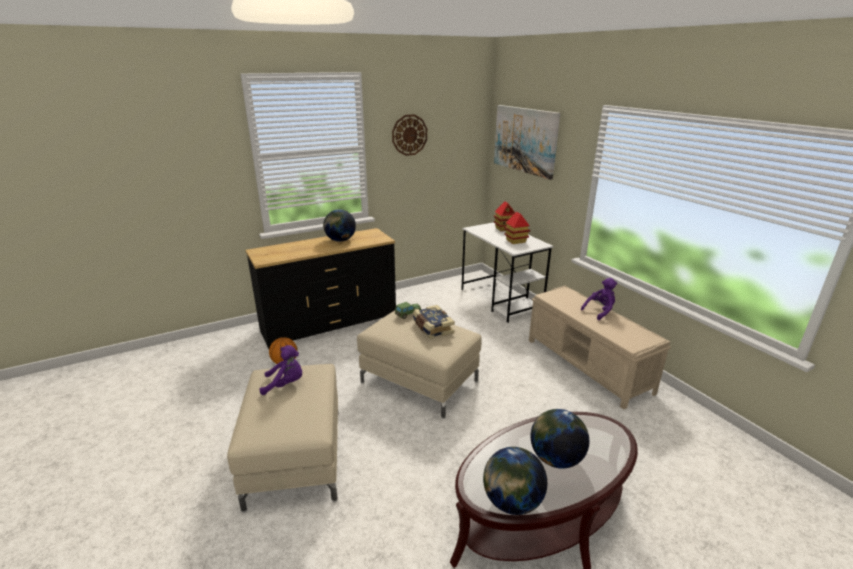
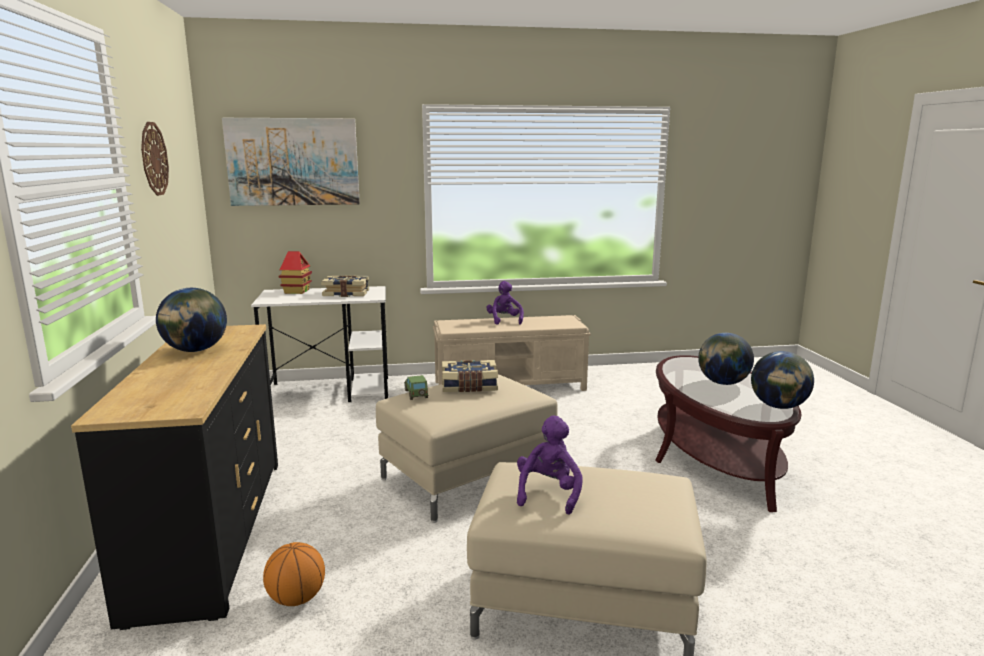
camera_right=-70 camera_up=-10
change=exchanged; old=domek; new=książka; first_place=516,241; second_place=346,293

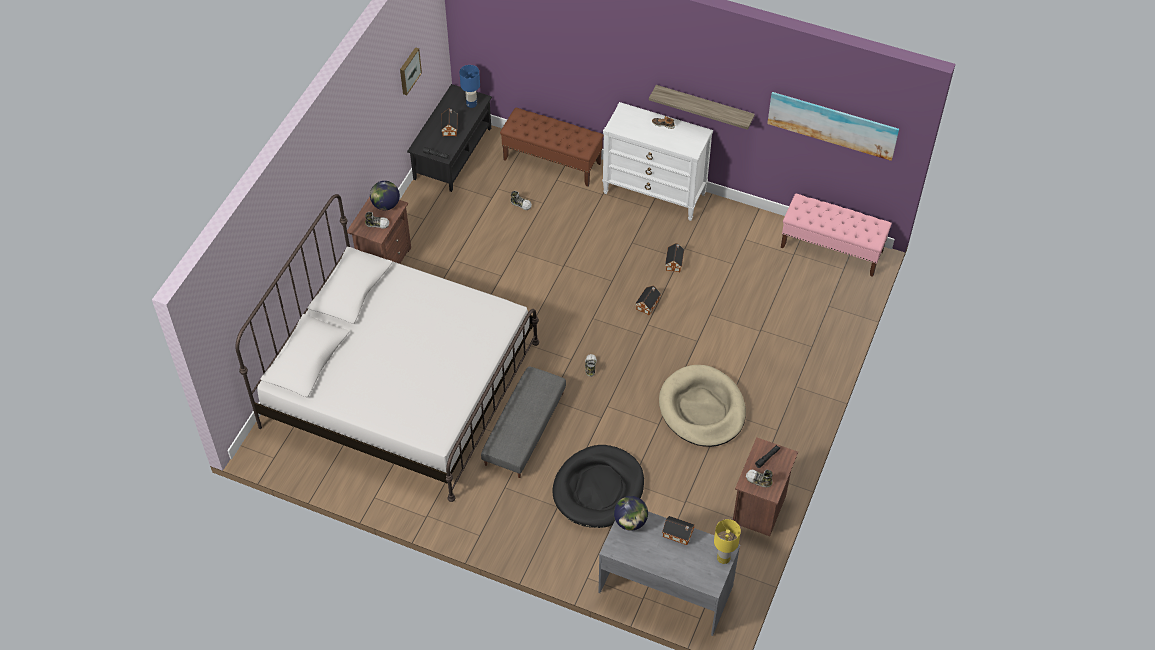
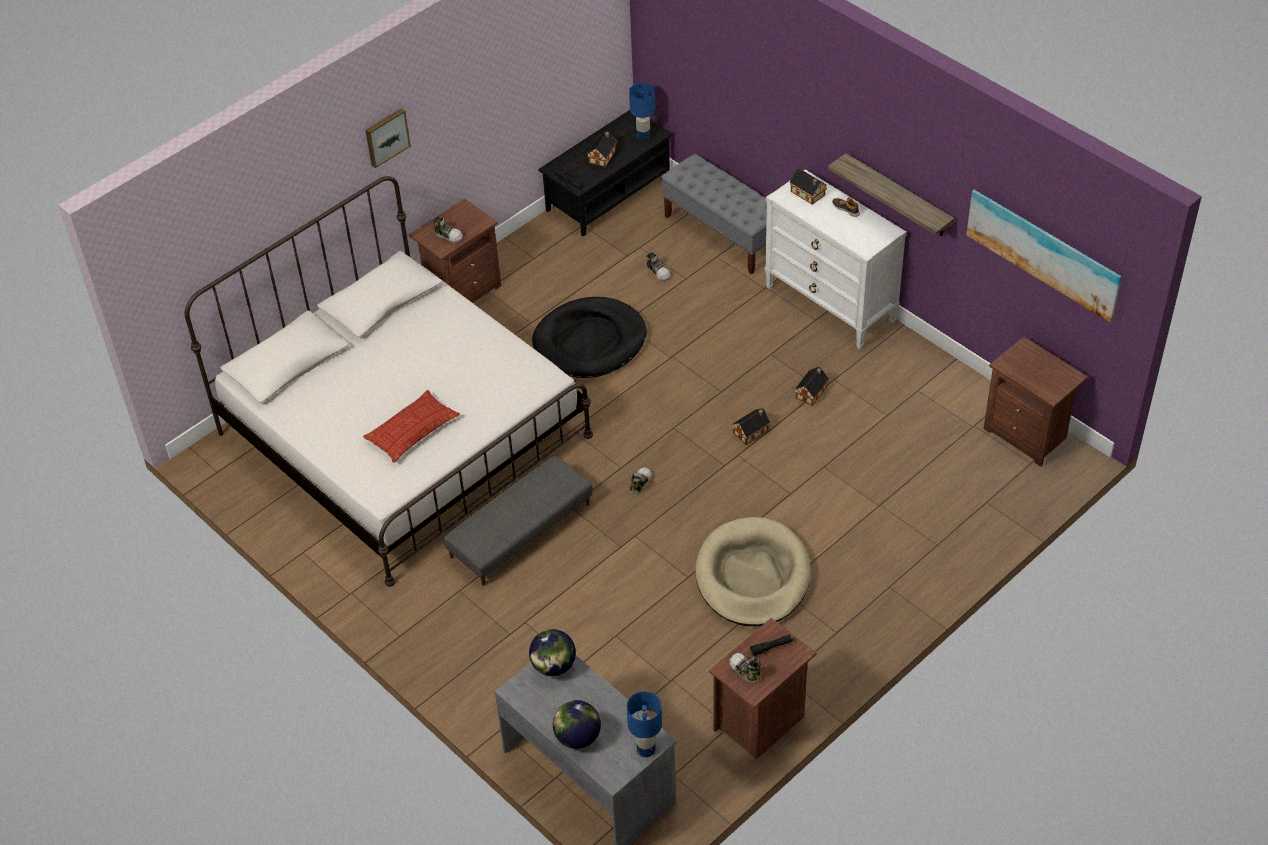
camera_right=25 camera_up=-5
change=relocated; old=obraz; first_place=409,70; second_place=386,136
change=colour; old=ławka (brązowy); new=ławka (szary); first_place=552,161; second_place=723,234
change=relocated; old=globus; first_place=385,205; second_place=577,737
change=exchanged; old=ławka (różowy); new=szafka nocna (brązowy); first_place=832,249; second_place=1027,434
change=relocated; old=legowisko (czarny); first_place=598,489; second_place=590,342
change=relocated; old=domek; first_place=678,534; second_place=808,194
change=colour; old=lampa stołowa (żółty); new=lampa stołowa (niebieski); first_place=723,557; second_place=646,749
change=appeared; new=poduszka; second_place=412,430

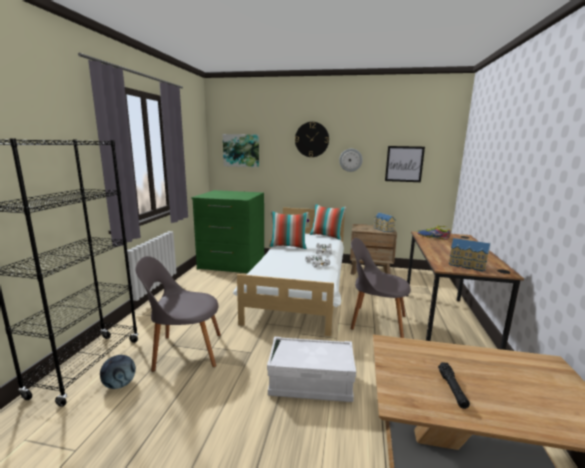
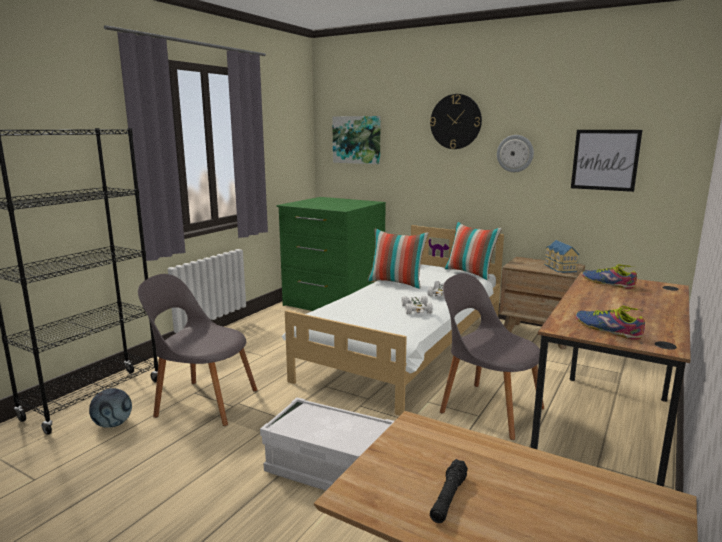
camera_right=20 camera_up=0
change=exchanged; old=domek; new=but; first_place=467,265; second_place=607,329

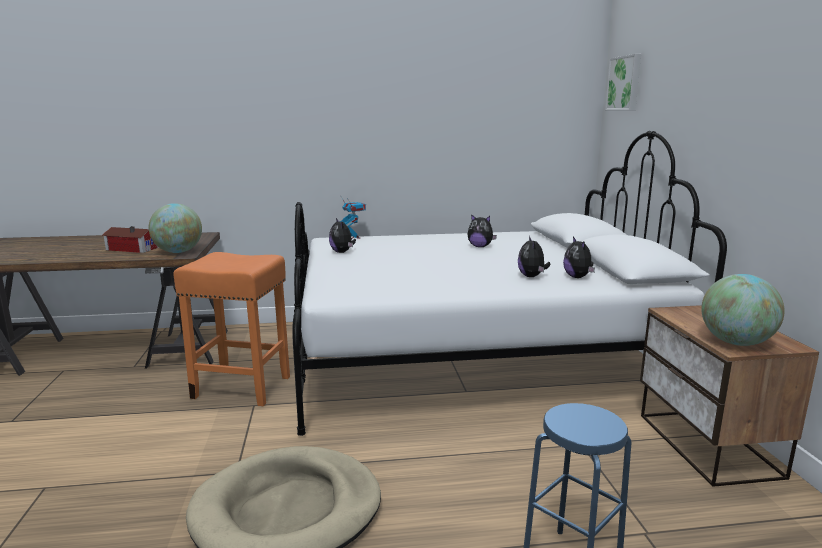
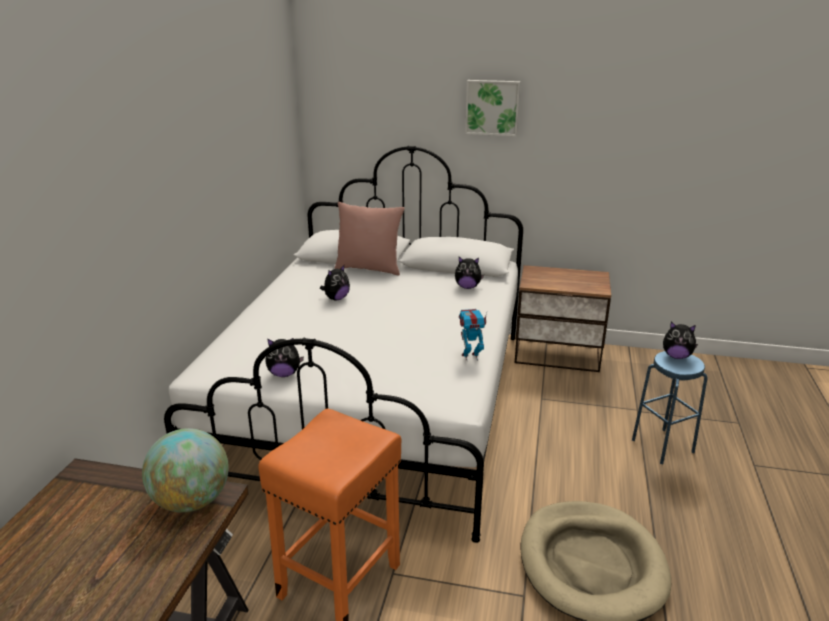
camera_right=-70 camera_up=10
change=relocated; old=obraz; first_place=625,83; second_place=492,107
change=relocated; old=robot zabawkowy; first_place=353,237; second_place=470,357
change=missing; old=domek; first_place=133,248
change=relocated; old=pluszak; first_place=532,276; second_place=676,356
change=missing; old=globus; first_place=736,342
change=appeared; new=poduszka (różowy); second_place=369,268

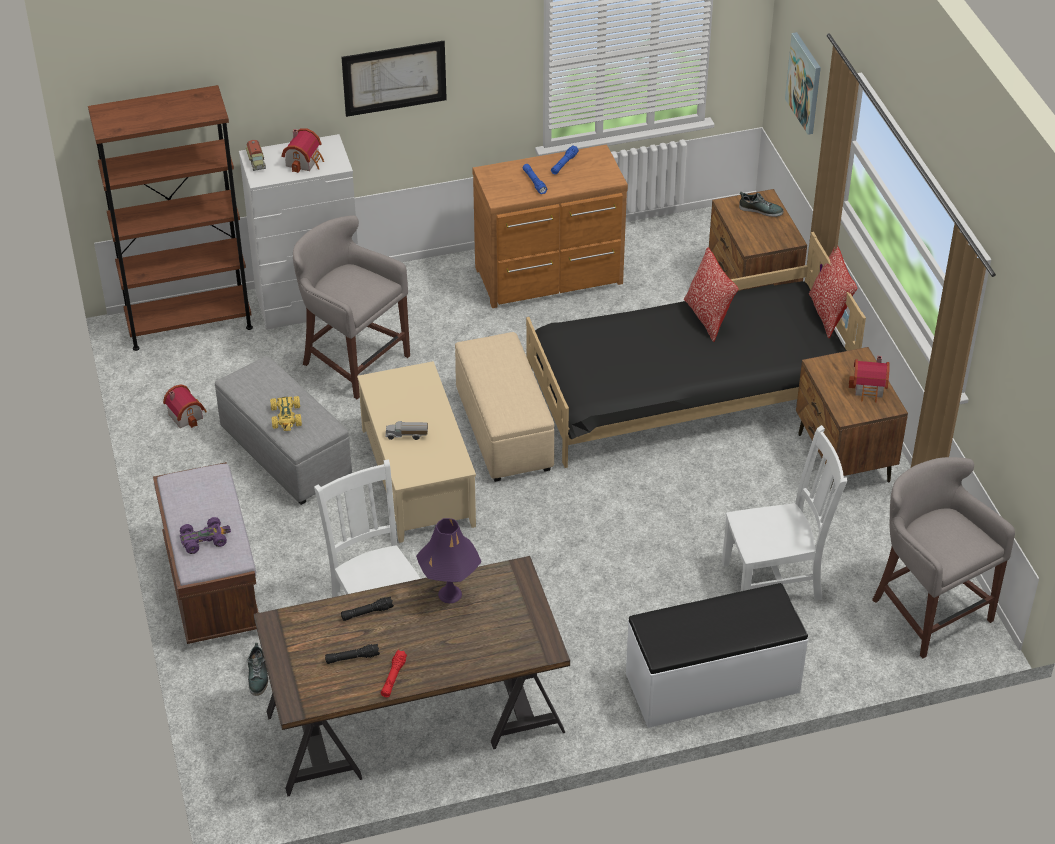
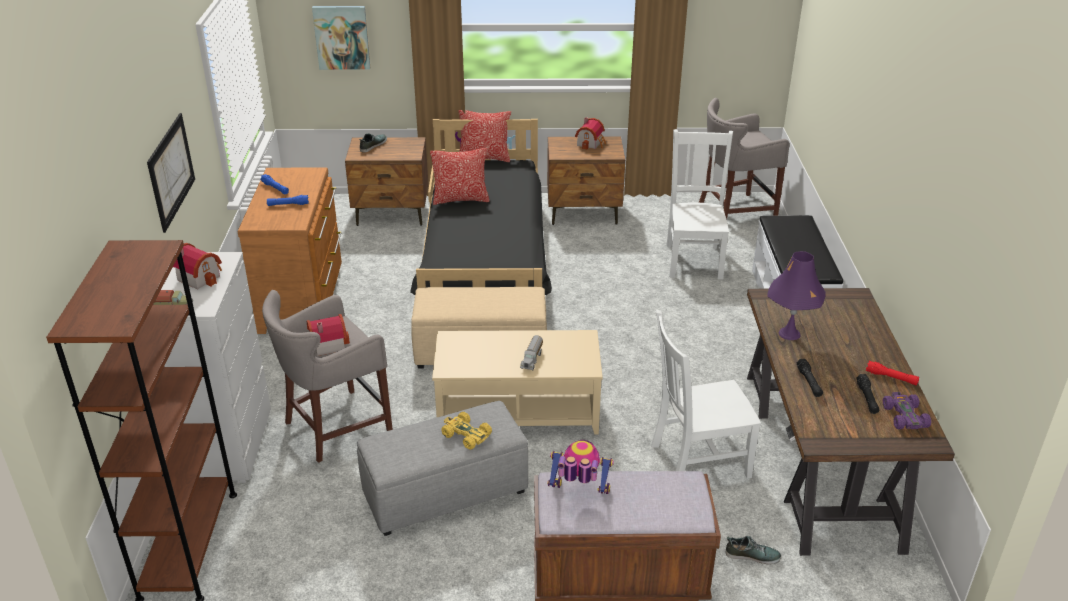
camera_right=-75 camera_up=-10
change=relocated; old=domek; first_place=187,414; second_place=327,344
change=spun; old=samochodzik (żółty); first_place=286,417; second_place=465,435; degrees=-150
change=relocated; old=samochodzik (fioletowy); first_place=204,539; second_place=904,416
change=appeared; new=robot zabawkowy; second_place=579,494

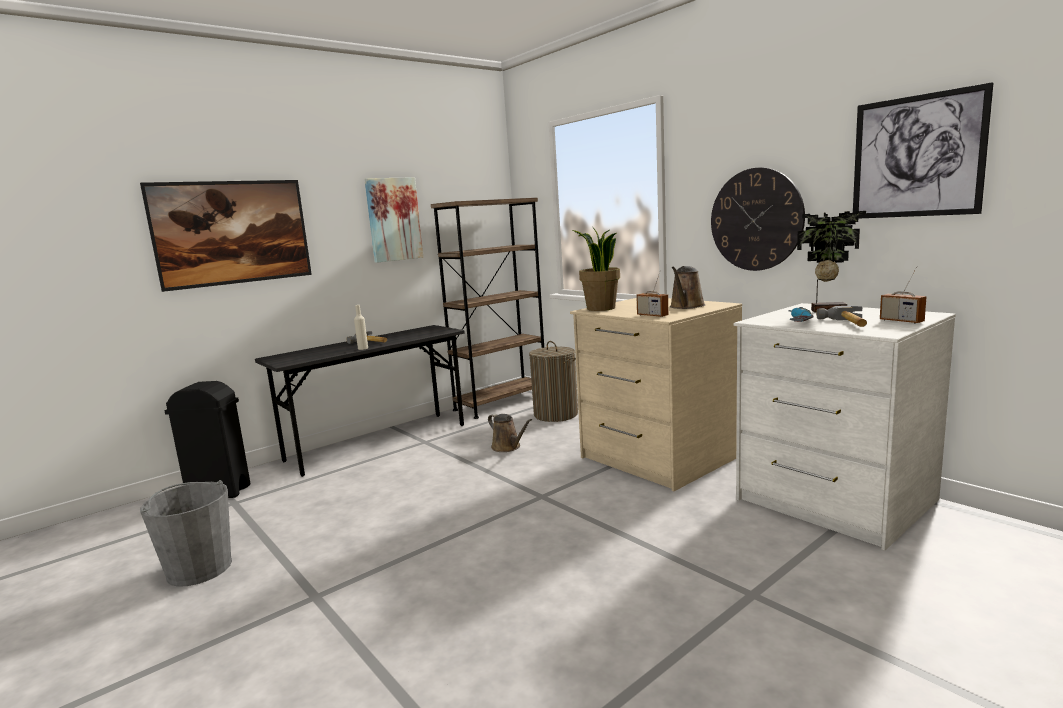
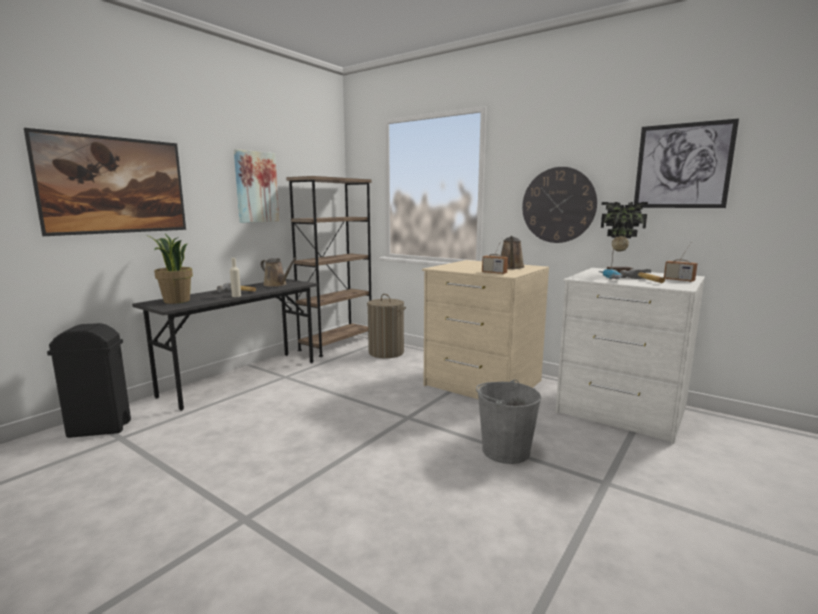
camera_right=-15 camera_up=0
change=relocated; old=roślina doniczkowa; first_place=600,308; second_place=176,301
change=relocated; old=konewka (brązowy); first_place=508,447; second_place=276,285
change=relocated; old=wiadro (szary); first_place=199,568; second_place=505,450

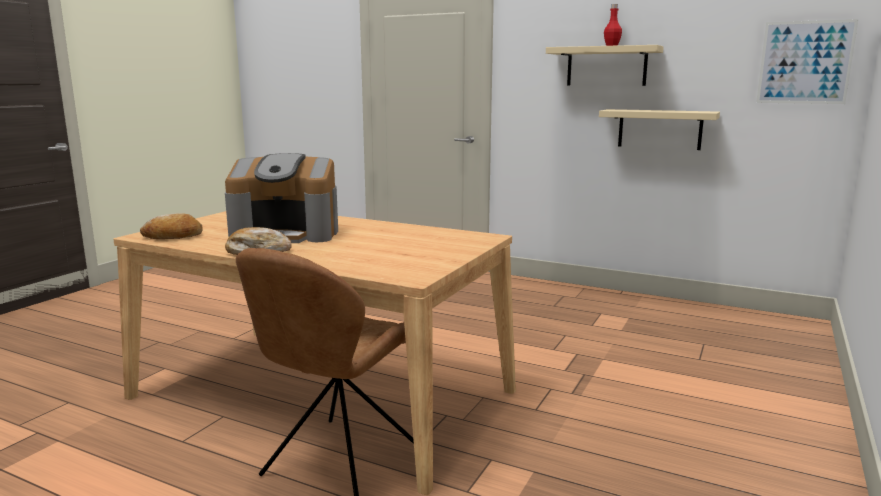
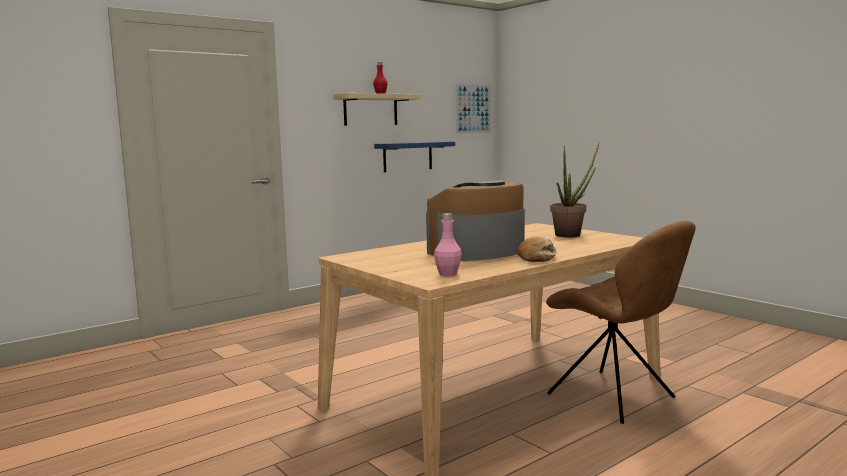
camera_right=-65 camera_up=-5
change=colour; old=półka (beżowy); new=półka (niebieski); first_place=659,129; second_place=407,156
change=spun; old=ekspres do kawy; first_place=287,233; second_place=477,252; degrees=-150
change=exchanged; old=chleb; new=butelka (różowy); first_place=173,236; second_place=448,274
change=appeared; new=roślina doniczkowa; second_place=571,234

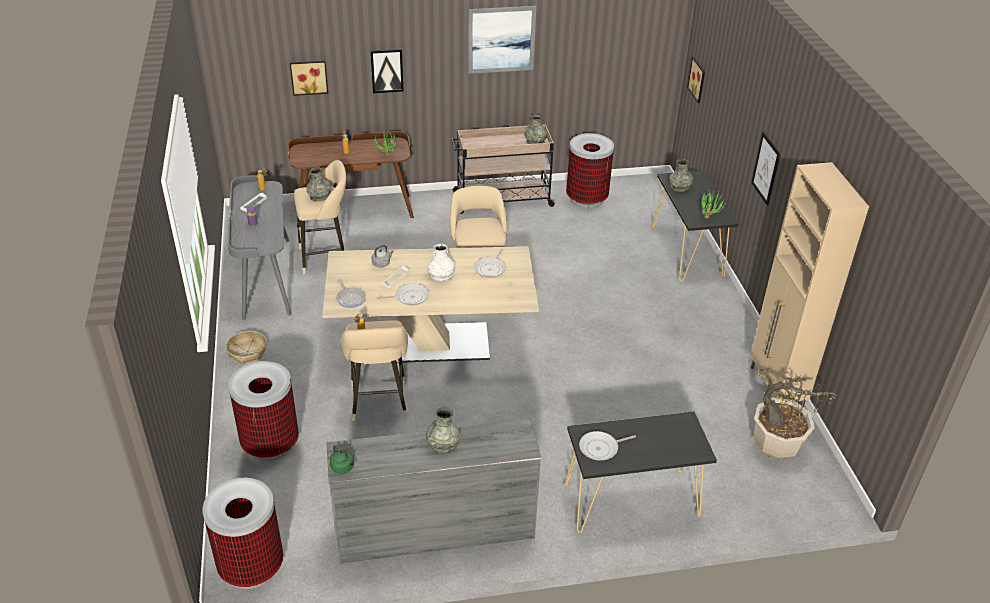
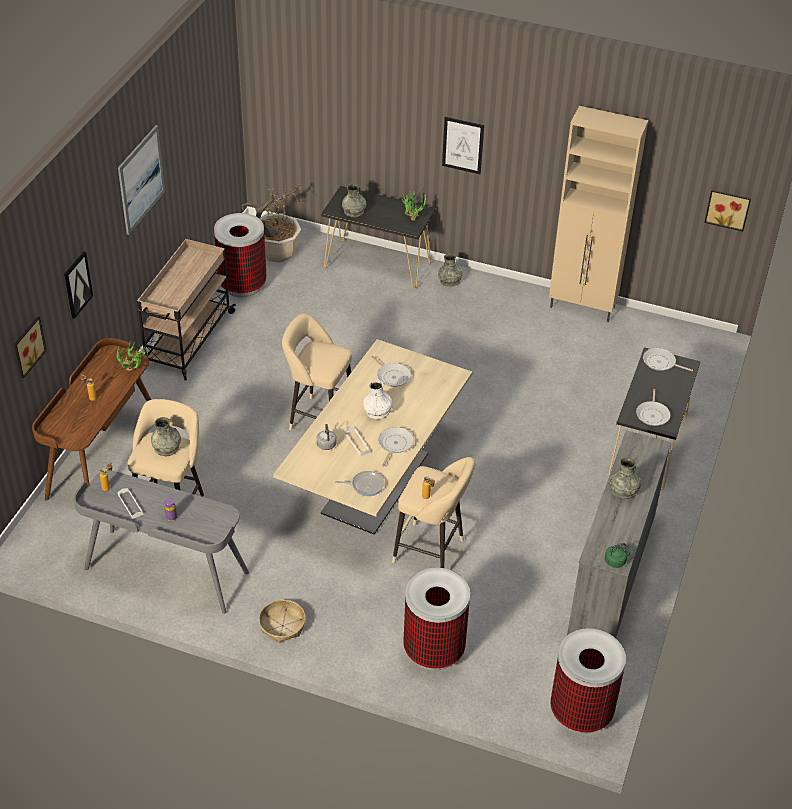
camera_right=-60 camera_up=5
change=relocated; old=obraz; first_place=698,79; second_place=728,208
change=relocated; old=wazon (szary); first_place=535,142; second_place=450,281
change=relocated; old=roślina doniczkowa; first_place=777,446; second_place=277,253
change=appeared; new=patelnia; second_place=661,363

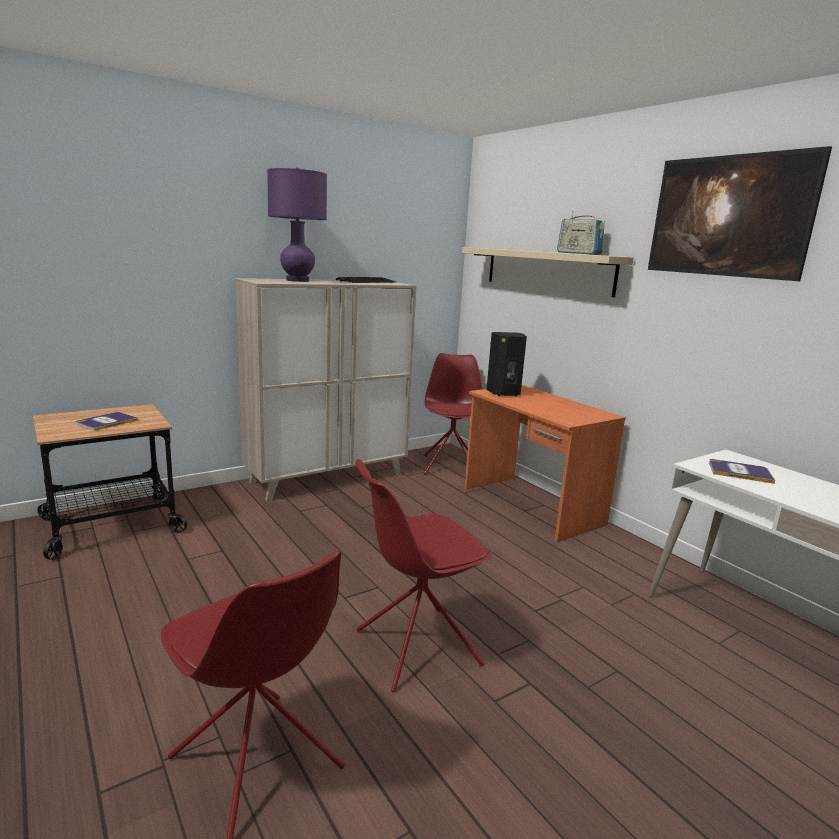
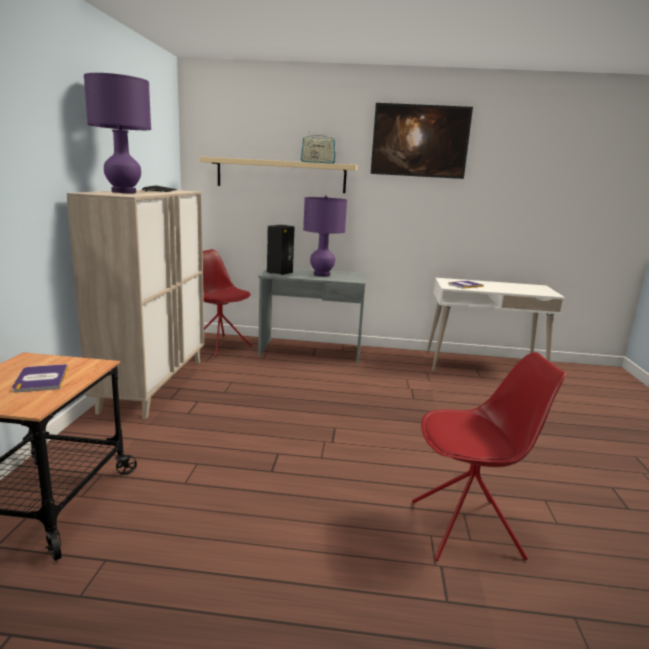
camera_right=-50 camera_up=0
change=colour; old=biurko (pomarańczowy); new=biurko (szary); first_place=531,506; second_place=311,351
change=missing; old=krzesło (czerwony); first_place=415,648
change=appeared; new=lampa stołowa (fioletowy); second_place=321,275

